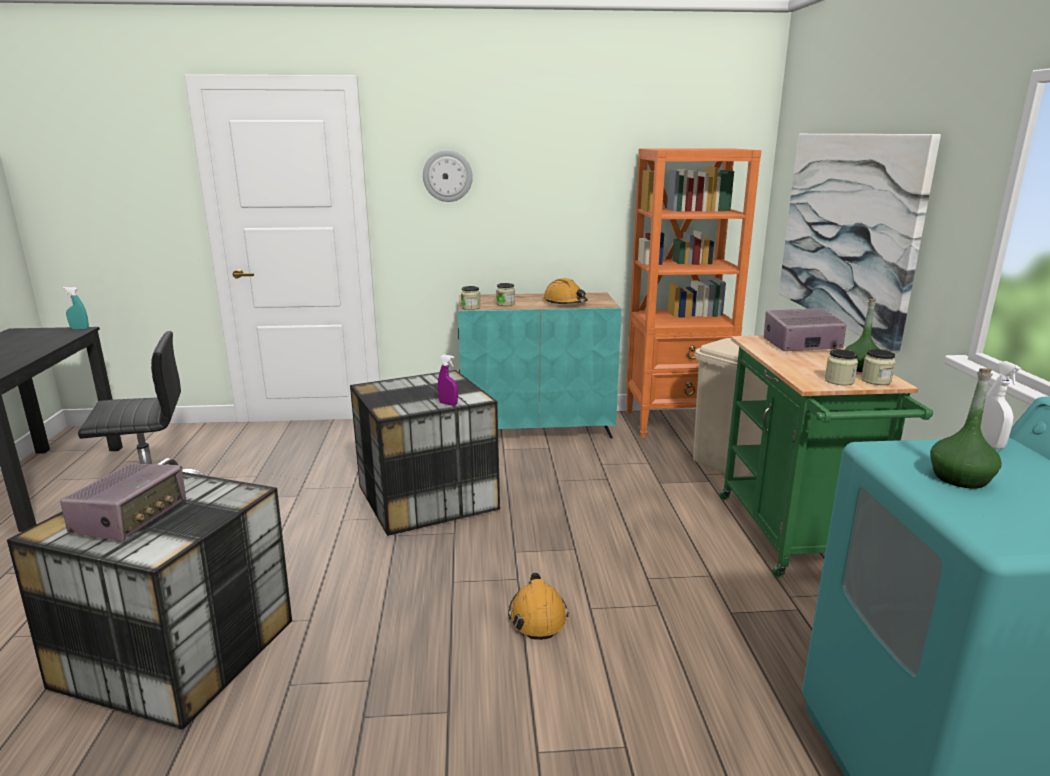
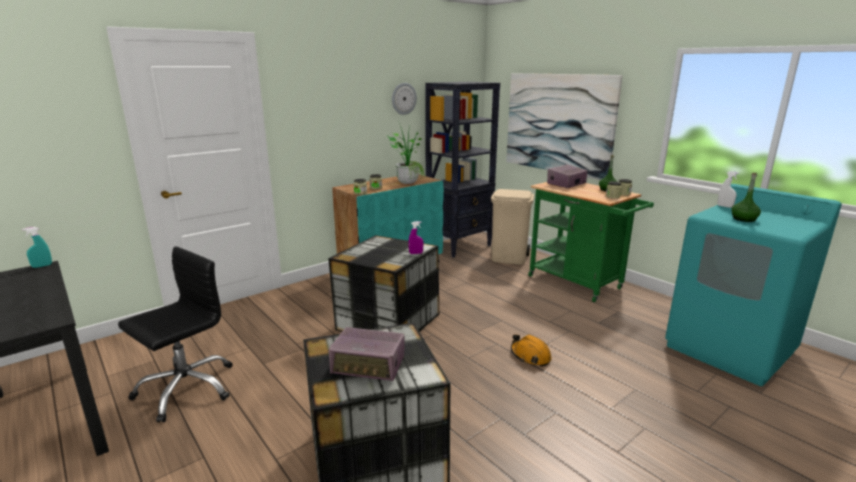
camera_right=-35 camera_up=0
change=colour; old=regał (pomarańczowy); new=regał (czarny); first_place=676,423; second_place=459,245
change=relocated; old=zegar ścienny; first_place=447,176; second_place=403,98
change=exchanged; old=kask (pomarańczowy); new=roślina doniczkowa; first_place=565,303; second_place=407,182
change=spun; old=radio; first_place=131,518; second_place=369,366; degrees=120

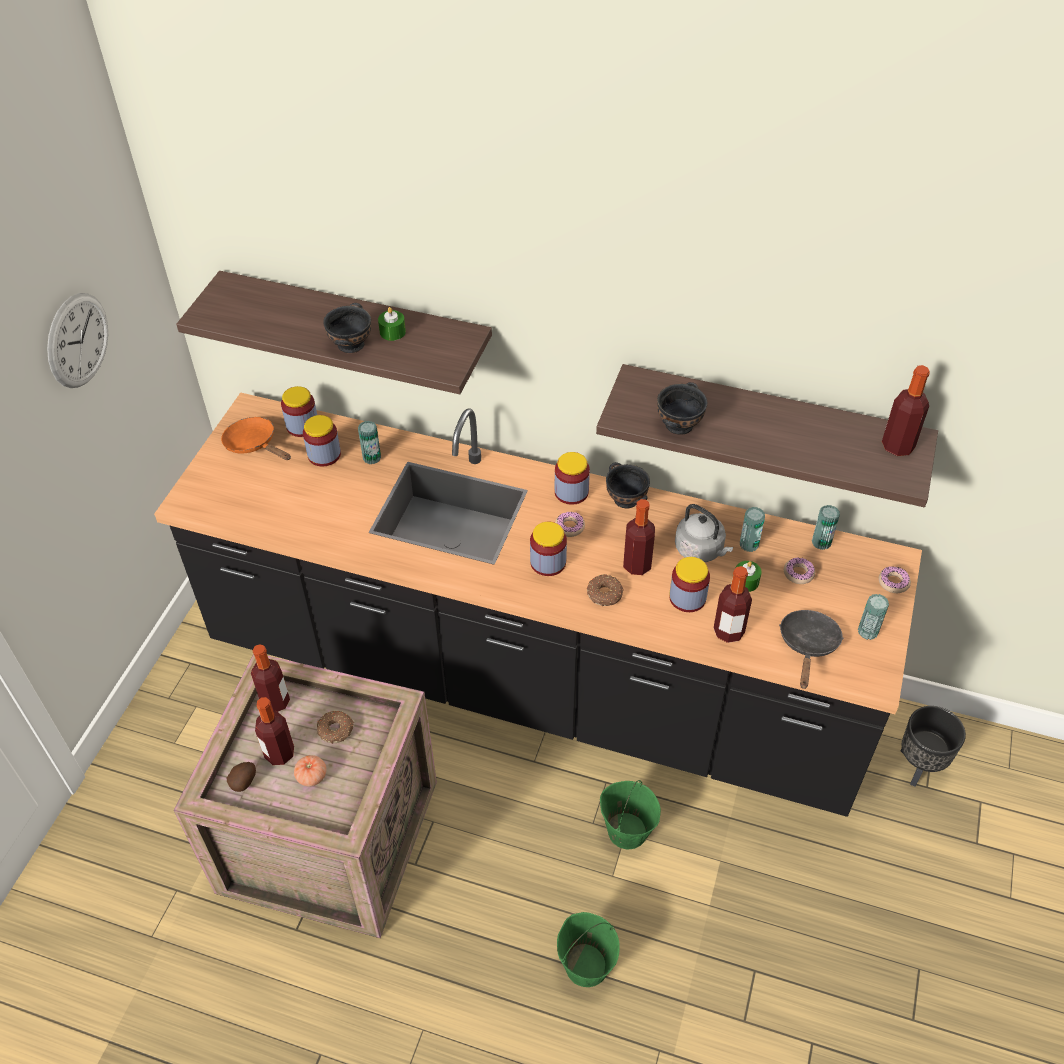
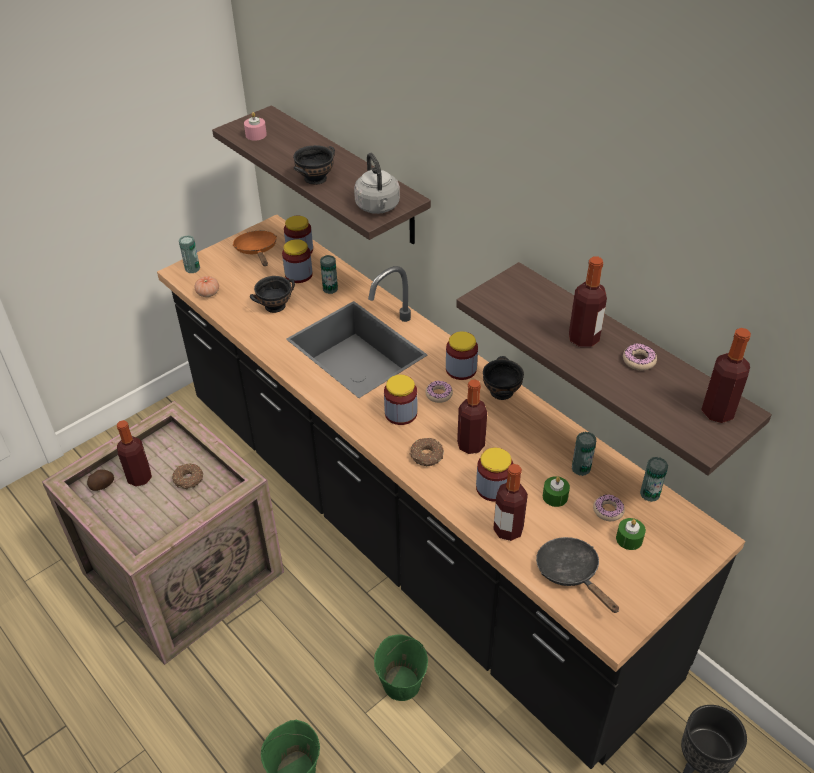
camera_right=30 camera_up=-5
change=missing; old=zegar ścienny; first_place=78,340
change=relocated; old=świeca (zielony); first_place=392,332; second_place=629,539
change=relocated; old=miska (czarny); first_place=678,425; second_place=274,306
change=relocated; old=czajnik (szary); first_place=701,550; second_place=378,207
change=relocated; old=donut; first_place=893,582; second_place=639,361
change=relocated; old=puszka; first_place=868,631; second_place=192,268
change=spun; old=patelnia (czarny); first_place=808,645; second_place=571,573; degrees=-75
change=relocated; old=butelka; first_place=275,702; second_place=583,339
change=relocated; old=pomidor; first_place=311,776; second_place=208,293
change=appeared; new=świeca (różowy); second_place=256,135

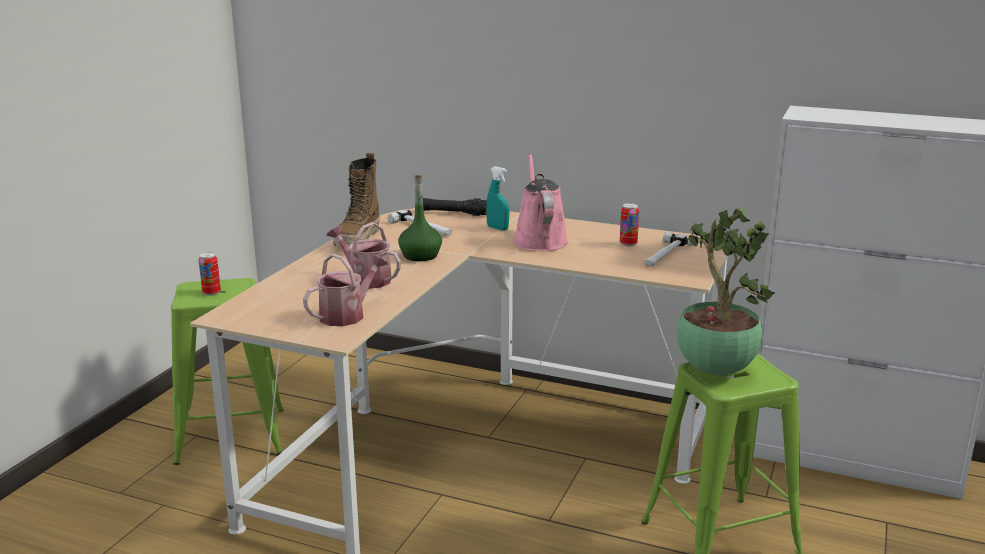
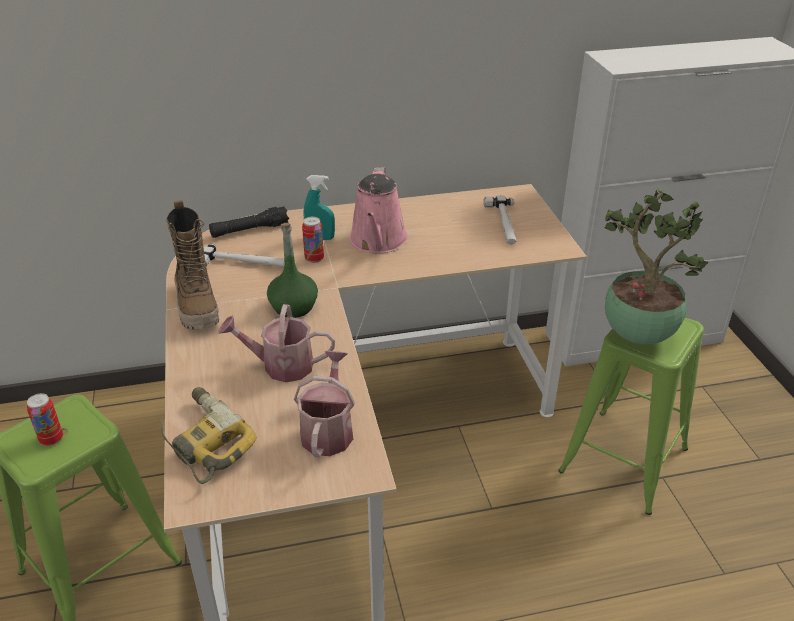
camera_right=-35 camera_up=15
change=spun; old=konewka (różowy); first_place=539,240; second_place=378,241; degrees=-135
change=relocated; old=puszka; first_place=628,244; second_place=314,259
change=appeared; new=wiertarka; second_place=203,441

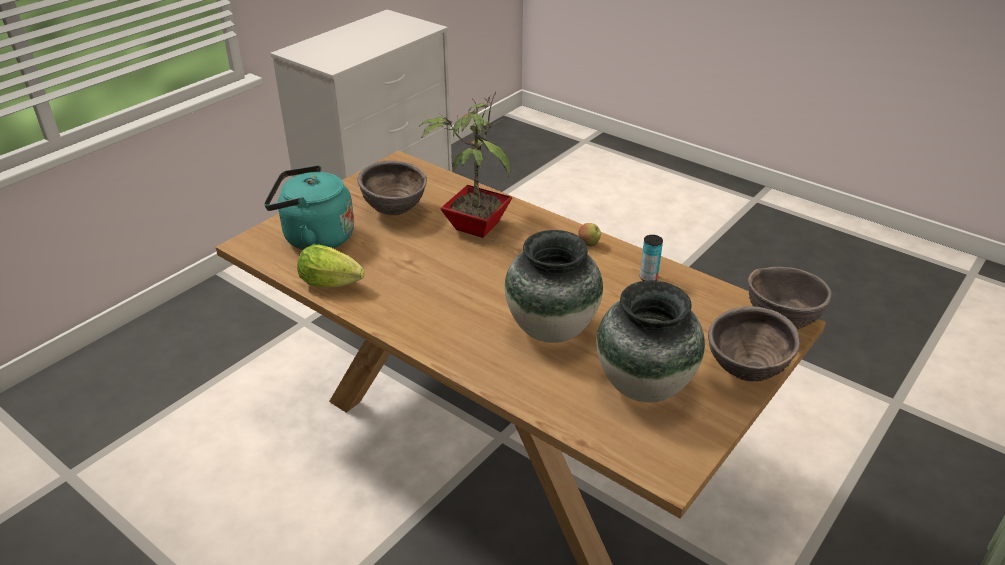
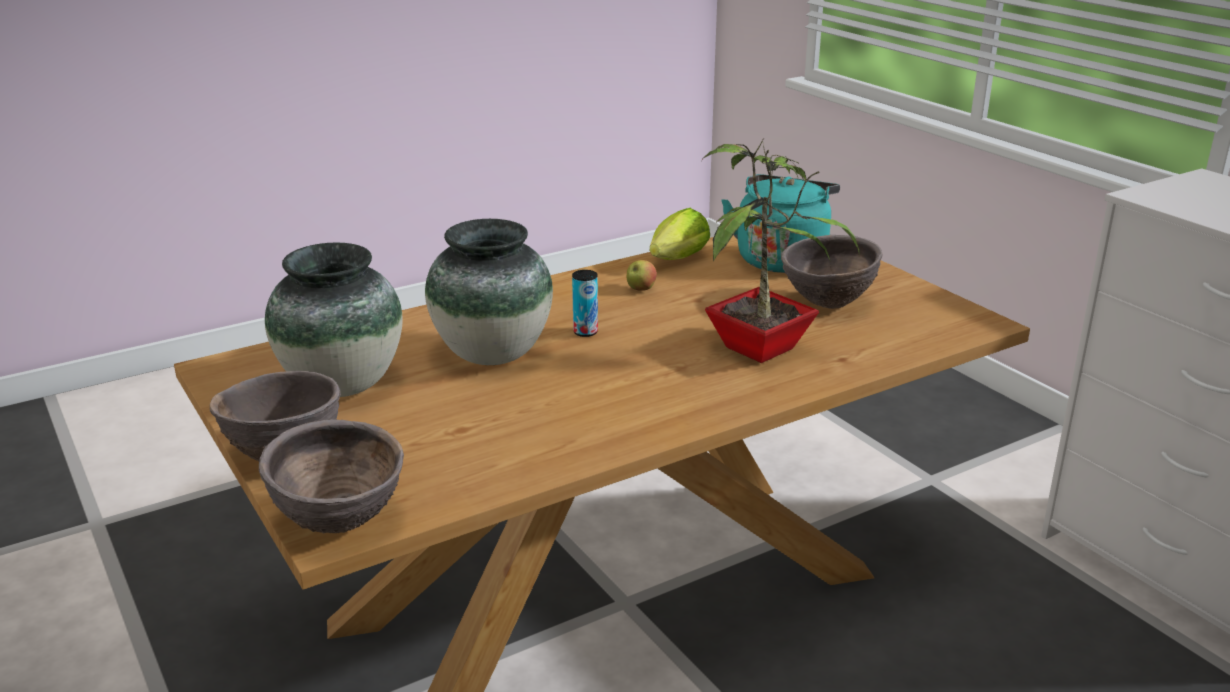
camera_right=110 camera_up=-10
change=relocated; old=jabłko; first_place=589,244; second_place=640,289
change=relocated; old=puszka; first_place=648,278; second_place=585,332

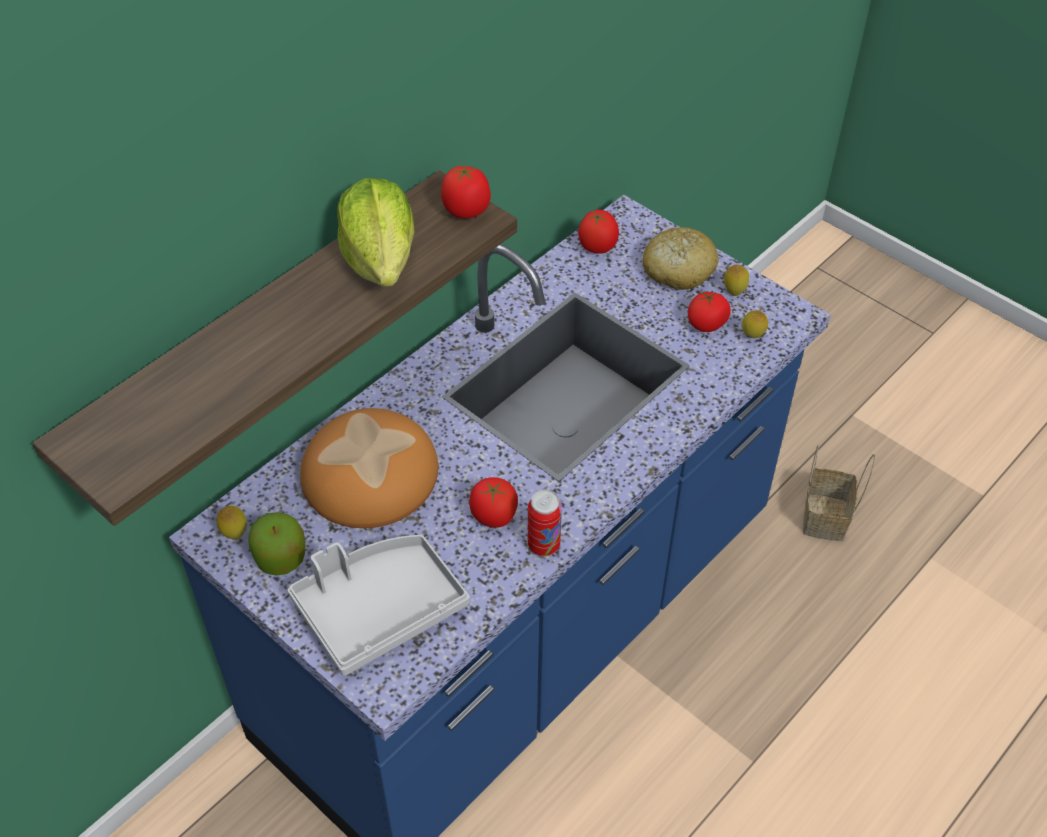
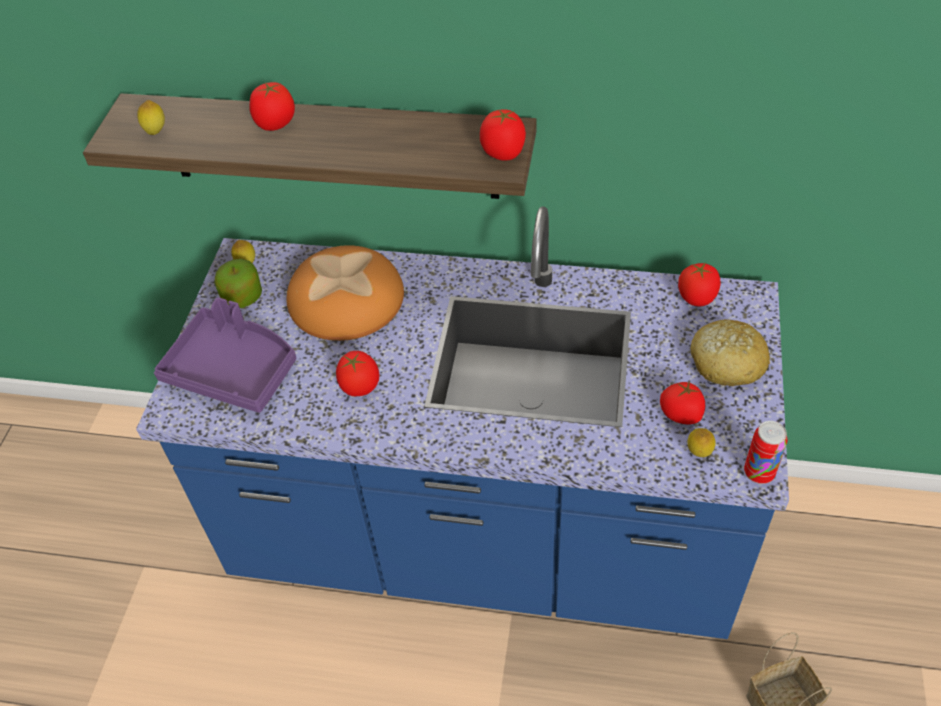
camera_right=60 camera_up=0
change=missing; old=sałata; first_place=380,259
change=relocated; old=cytryna; first_place=734,292; second_place=156,132
change=relocated; old=puszka; first_place=543,545; second_place=759,473
change=colour; old=taca (szary); new=taca (fioletowy); first_place=379,609; second_place=233,370
change=appeared; new=pomidor; second_place=275,124

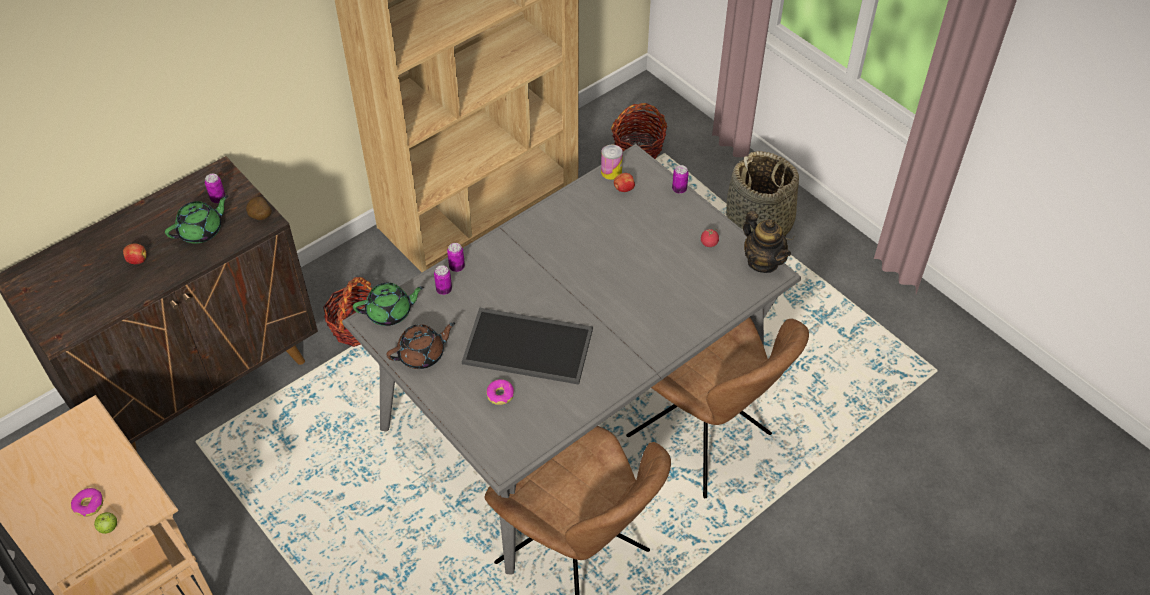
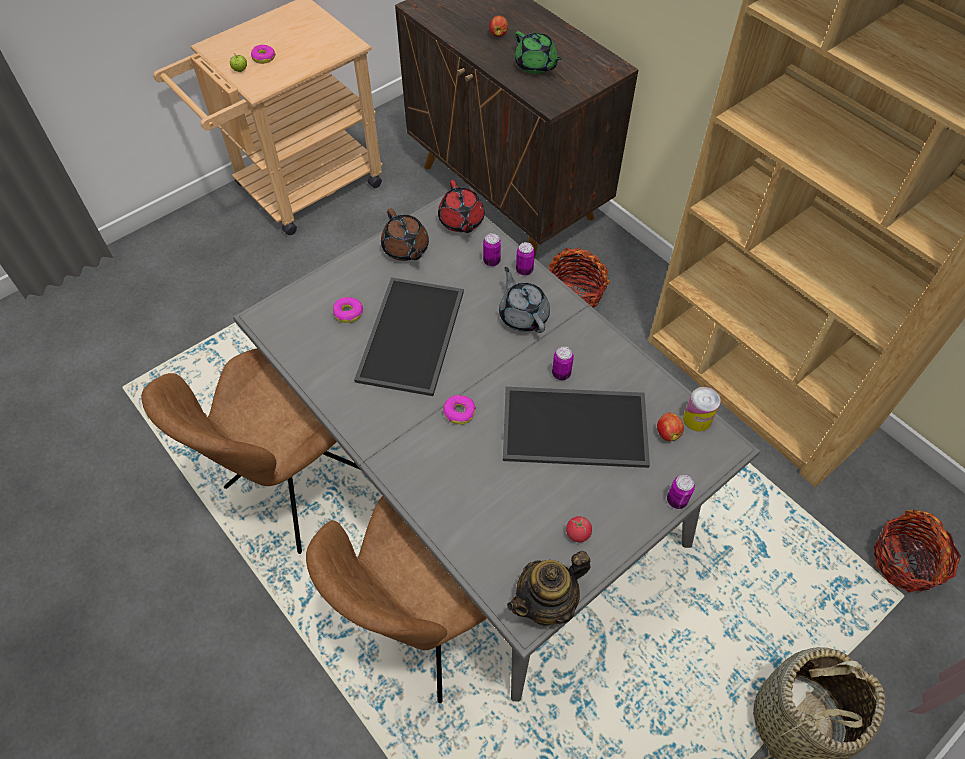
camera_right=90 camera_up=5
change=relocated; old=puszka; first_place=218,199; second_place=561,374
change=missing; old=ziemniak; first_place=260,217
change=colour; old=imbryk (zielony); new=imbryk (czerwony); first_place=390,312; second_place=461,221
change=appeared; new=imbryk (szary); second_place=523,315
change=appeared; new=taca; second_place=576,425
change=appeared; new=donut; second_place=459,412

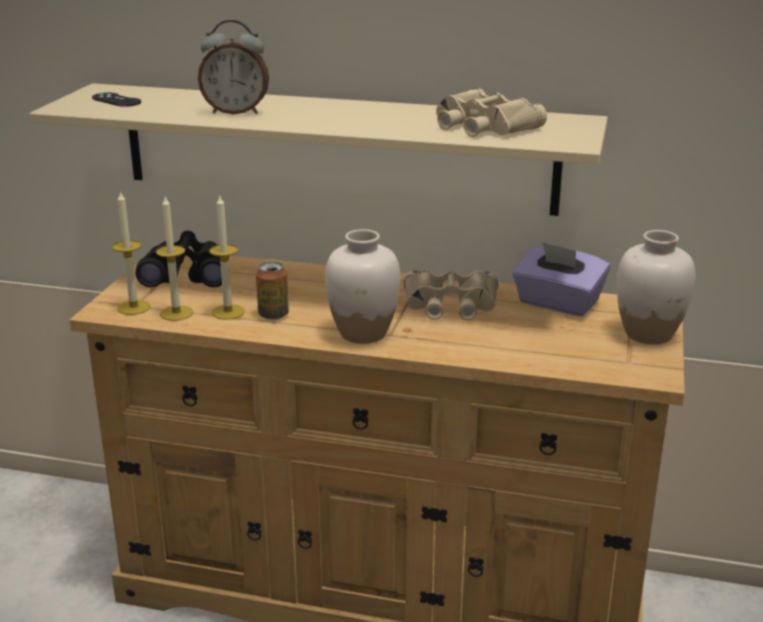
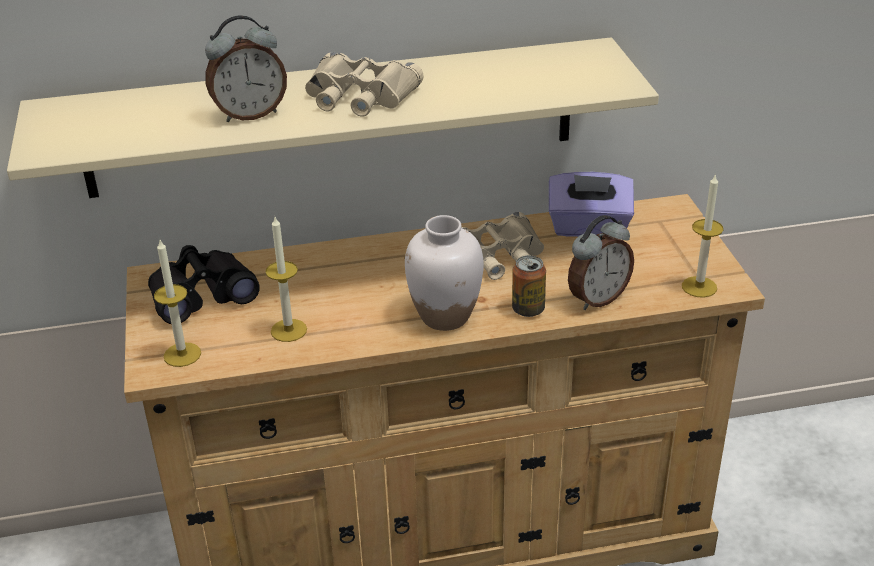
camera_right=-25 camera_up=10
change=relocated; old=lornetka (beżowy); first_place=483,126; second_place=359,96
change=missing; old=pad do gier (czarny); first_place=116,100
change=relocated; old=świeca; first_place=176,313; second_place=699,287
change=missing; old=wazon (biały); first_place=648,334
change=relocated; old=puszka; first_place=273,314; second_place=528,309
change=appeared; new=budzik; second_place=597,298

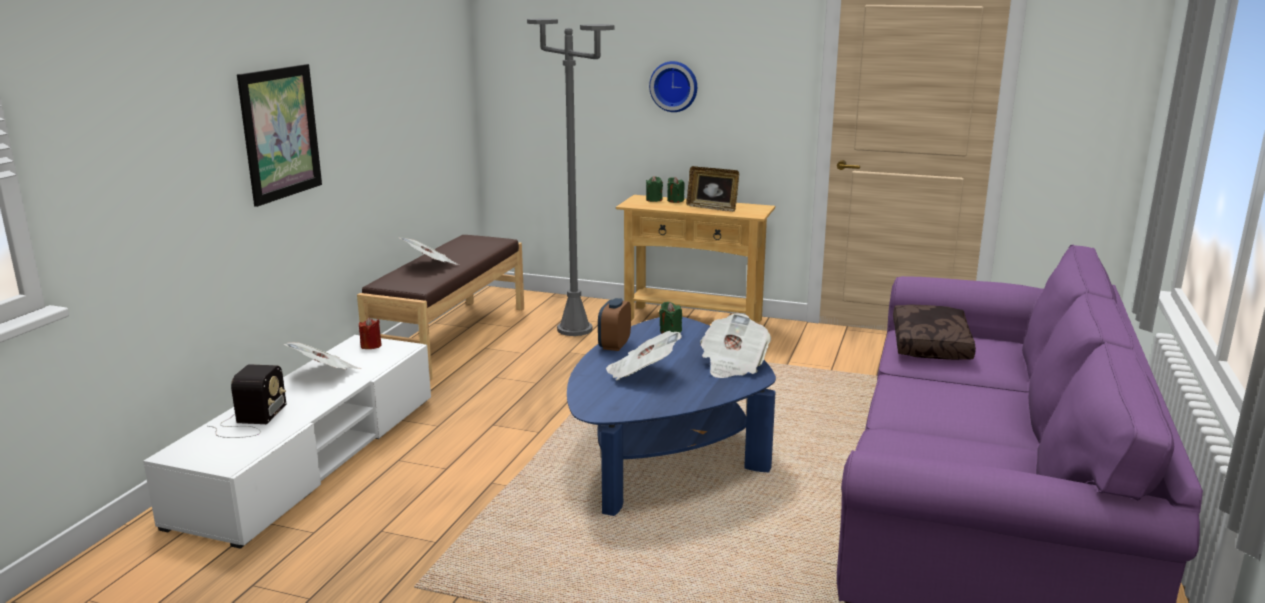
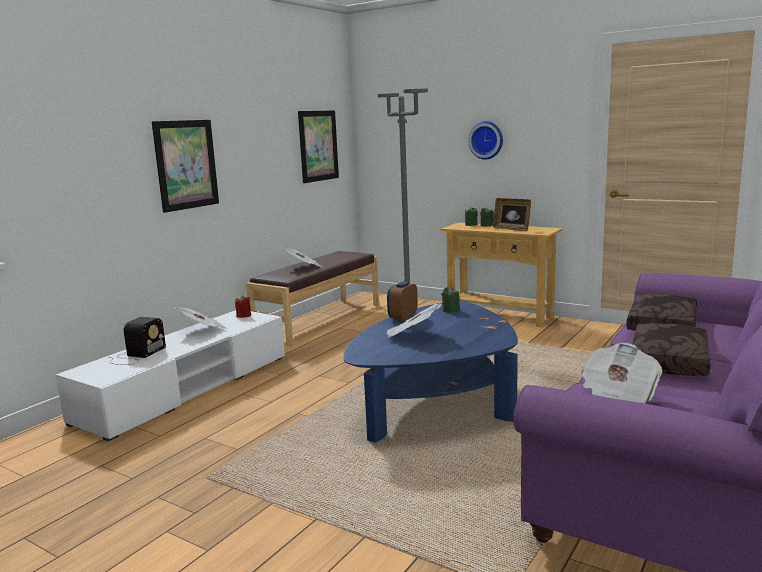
camera_right=15 camera_up=-5
change=relocated; old=gazeta; first_place=732,365; second_place=617,398
change=appeared; new=obraz; second_place=318,146
change=appeared; new=poduszka (brązowy); second_place=670,361

